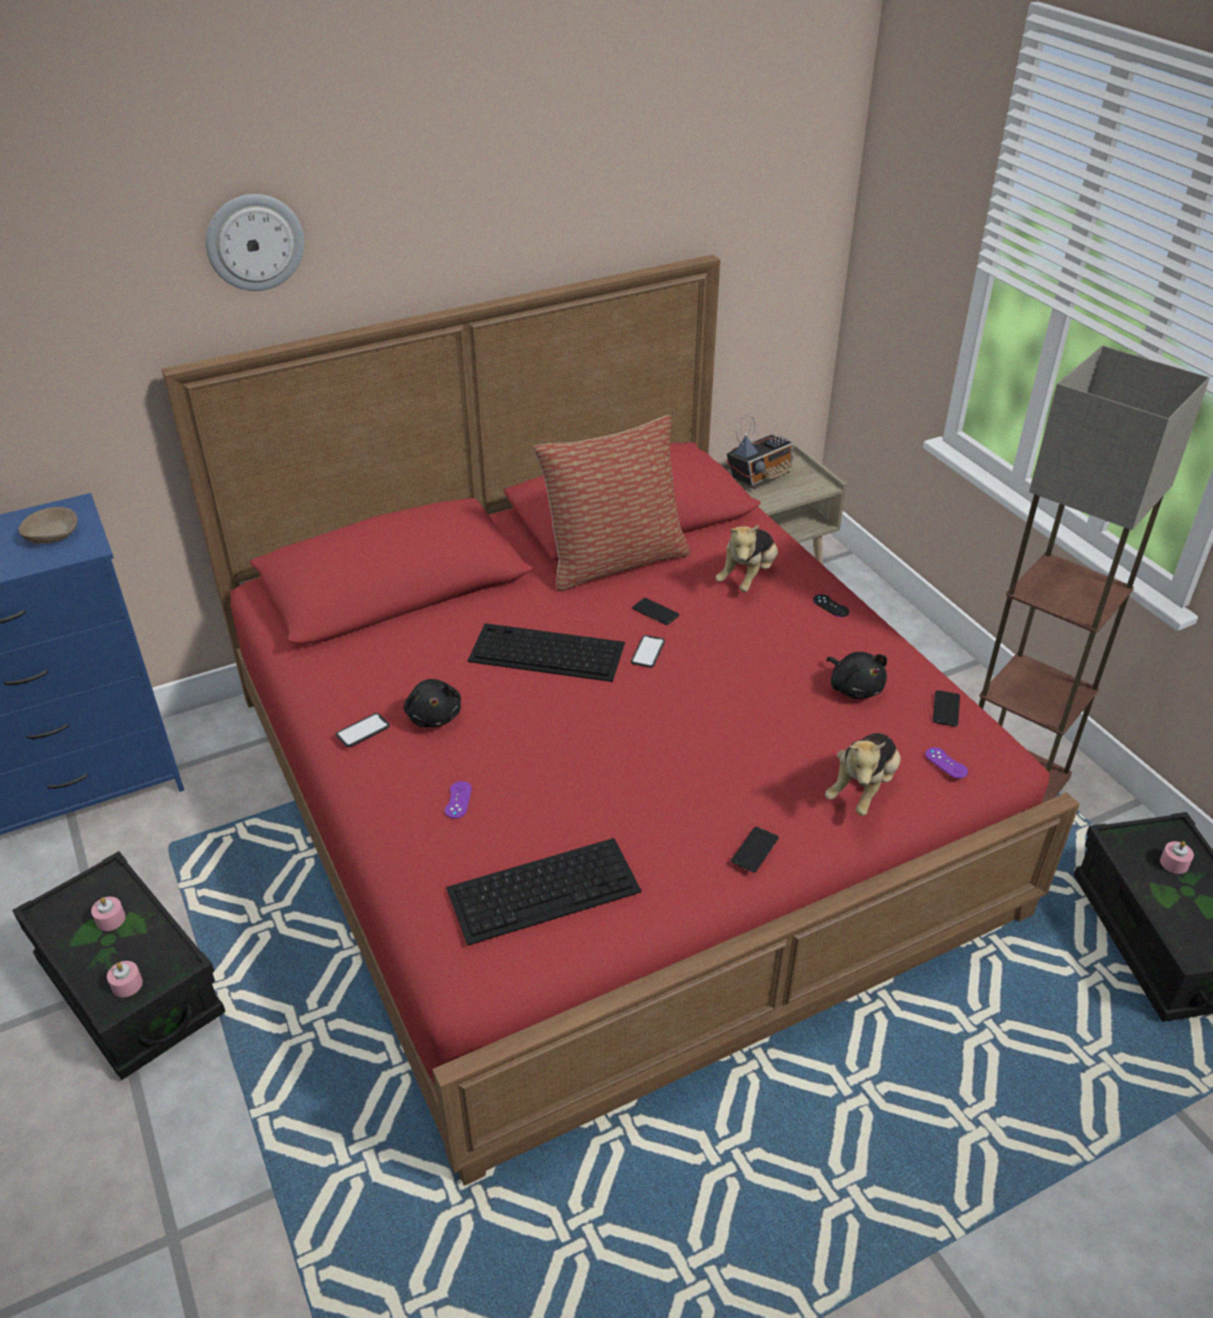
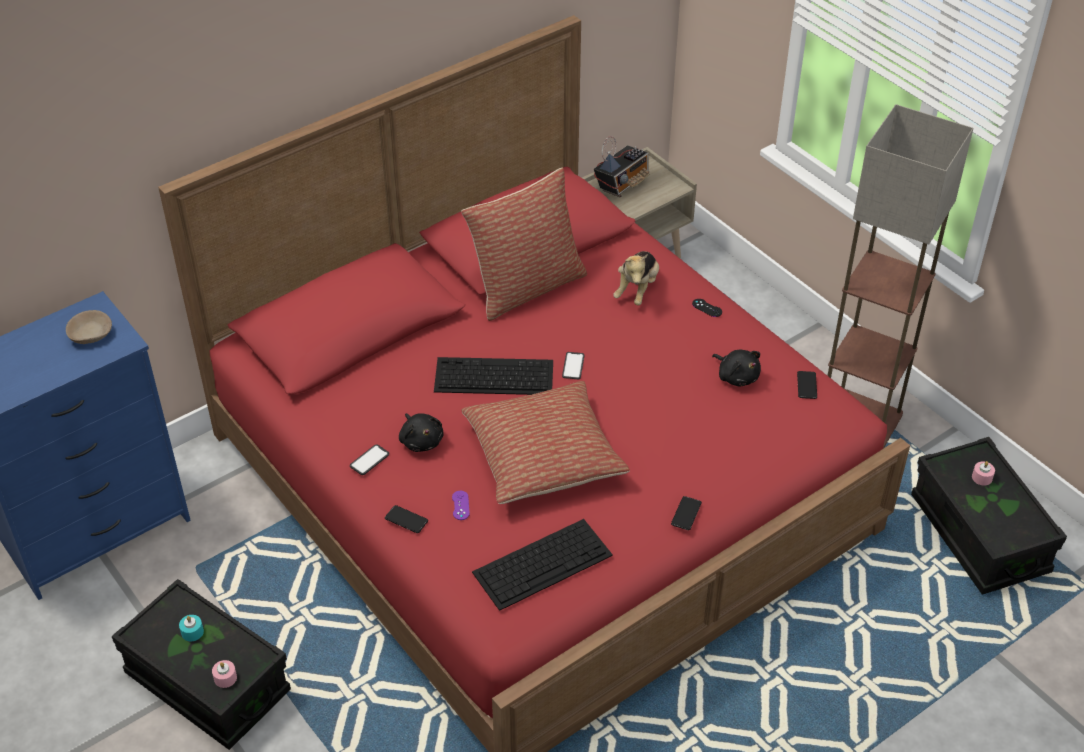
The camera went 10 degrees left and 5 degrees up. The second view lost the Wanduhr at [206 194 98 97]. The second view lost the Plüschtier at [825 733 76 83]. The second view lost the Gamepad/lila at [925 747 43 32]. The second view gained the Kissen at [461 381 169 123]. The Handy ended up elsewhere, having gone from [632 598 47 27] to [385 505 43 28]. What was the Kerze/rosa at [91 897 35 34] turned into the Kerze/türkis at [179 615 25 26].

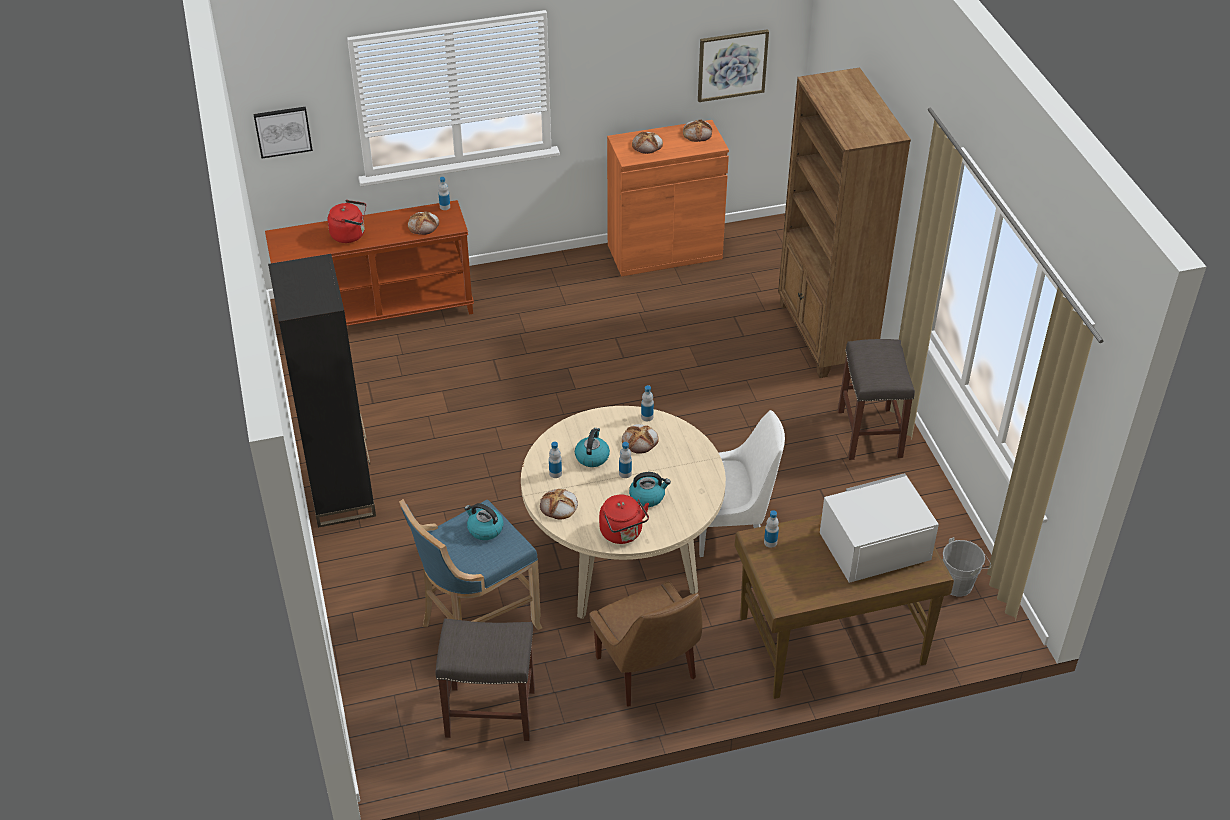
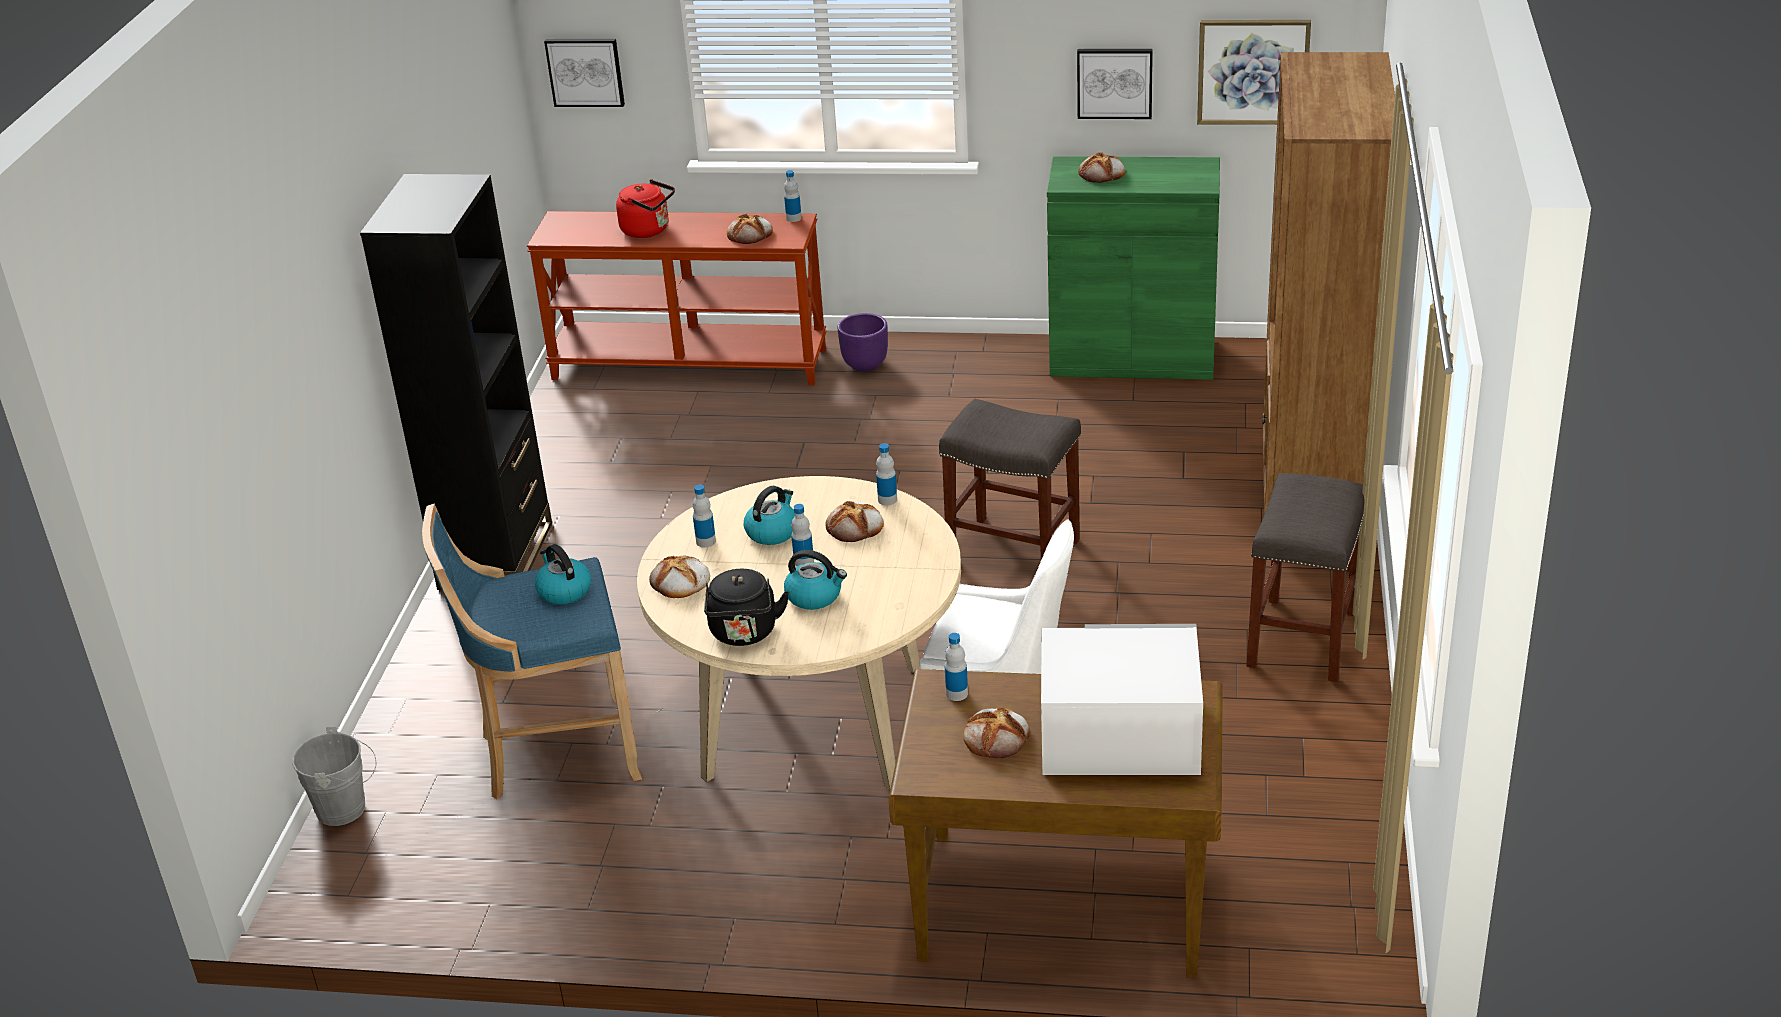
The camera went 25 degrees right and 10 degrees down. The second view lost the Stuhl/braun at [590 581 113 126]. The second view gained the Pflanzkübel/lila at [838 313 50 59]. The second view gained the Bild at [1077 49 76 70]. The Hocker/grau ended up elsewhere, having gone from [435 619 100 122] to [939 399 142 161]. The Brot ended up elsewhere, having gone from [683 120 29 22] to [963 708 67 50]. The Eimer/grau ended up elsewhere, having gone from [943 537 48 60] to [292 726 84 100]. What was the Wasserkessel/rot at [599 495 50 49] turned into the Wasserkessel/schwarz at [704 569 85 77]. What was the Schrank/orange at [607 120 122 156] turned into the Schrank/grün at [1047 156 173 224].

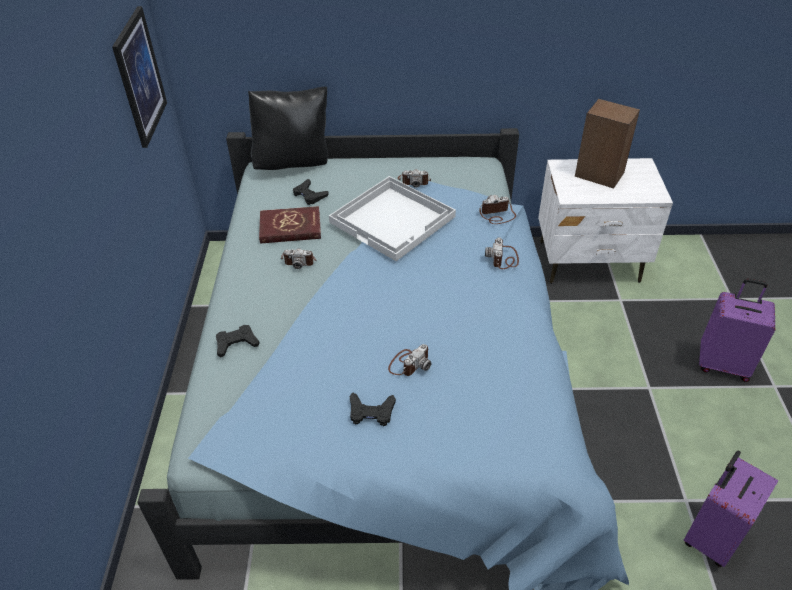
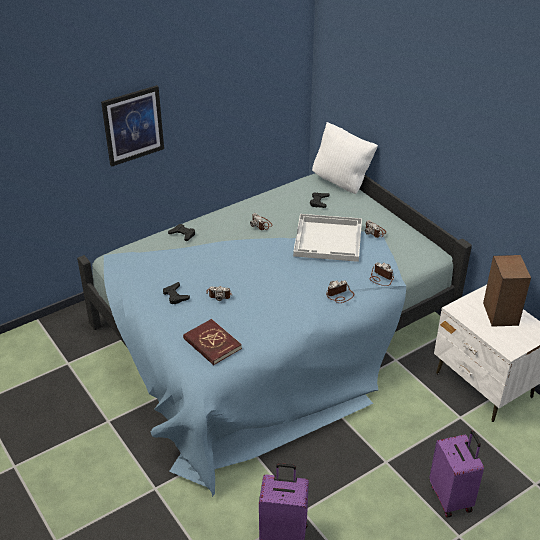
The camera went 55 degrees right and 5 degrees down. The Bild ended up elsewhere, having gone from [112 6 55 142] to [101 85 63 82]. The Buch/rot ended up elsewhere, having gone from [259 206 62 38] to [183 319 59 46]. What was the Kissen/schwarz at [248 87 80 83] turned into the Kissen/weiß at [312 122 66 72].

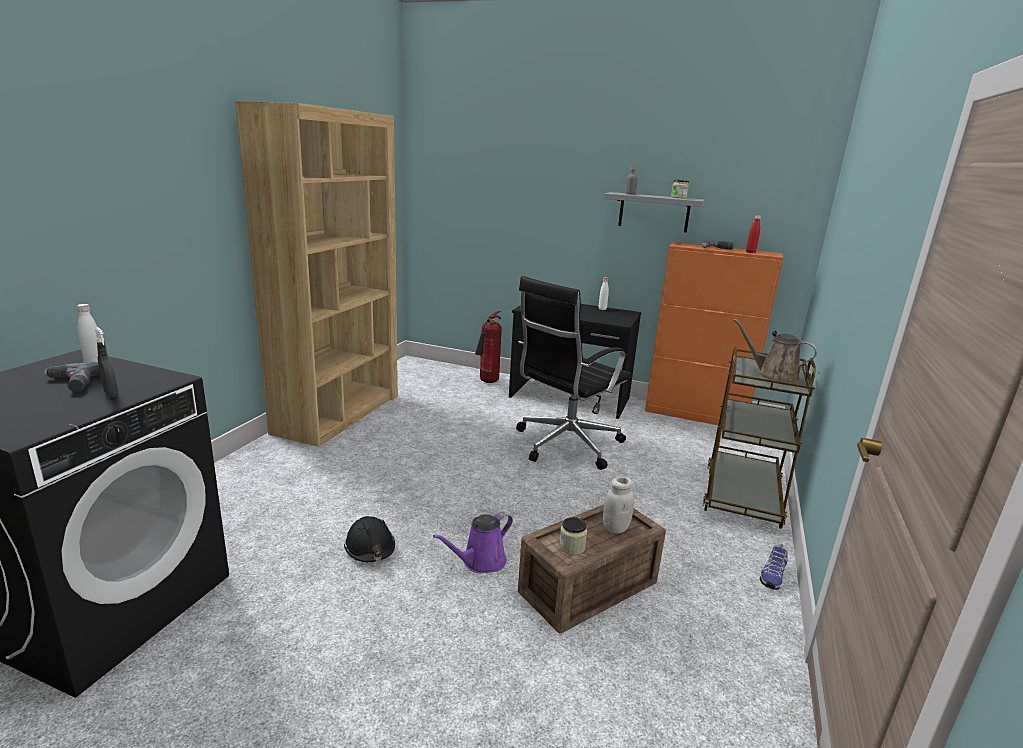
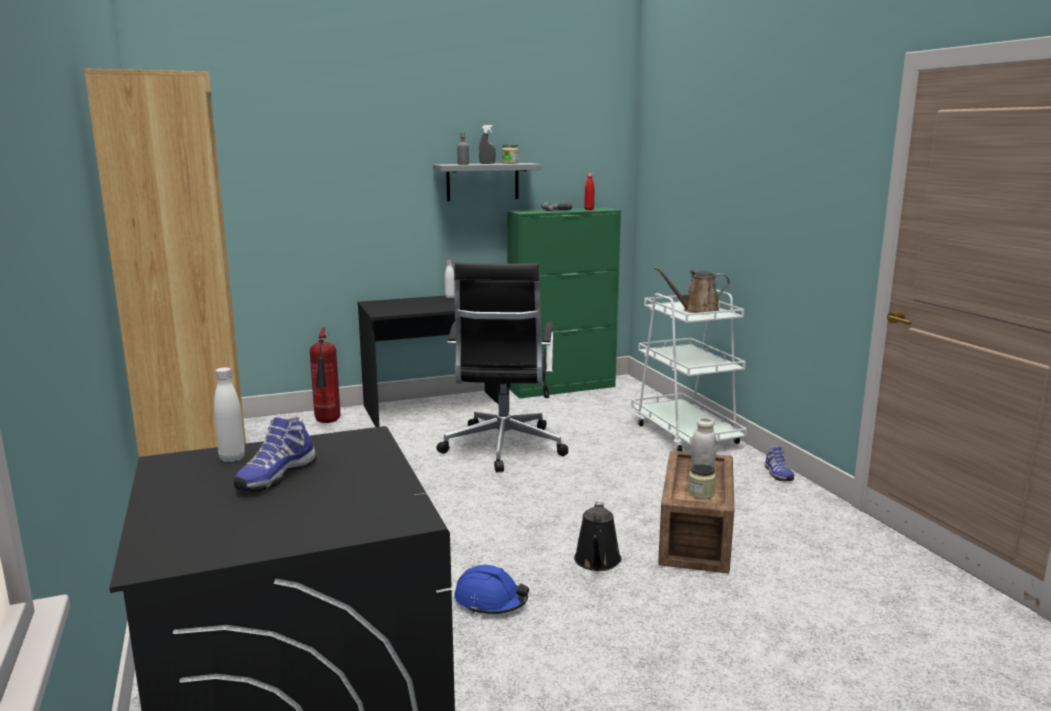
The camera went 40 degrees left and 5 degrees down. The Sprühflasche/grau ended up elsewhere, having gone from [95 327 24 70] to [479 125 17 39]. Where the Bohrmaschine stood at [44 362 56 30], the Schuh came to stand at [234 417 83 75]. What was the Schutzhelm/schwarz at [344 516 51 46] turned into the Schutzhelm/blau at [454 565 75 49]. What was the Gießkanne/lila at [433 512 80 61] turned into the Gießkanne/schwarz at [574 502 47 69]. What was the Schrank/orange at [645 242 138 183] turned into the Schrank/grün at [507 207 114 192]. What was the Rollwagen/braun at [703 347 113 182] turned into the Rollwagen/weiß at [631 289 116 162].

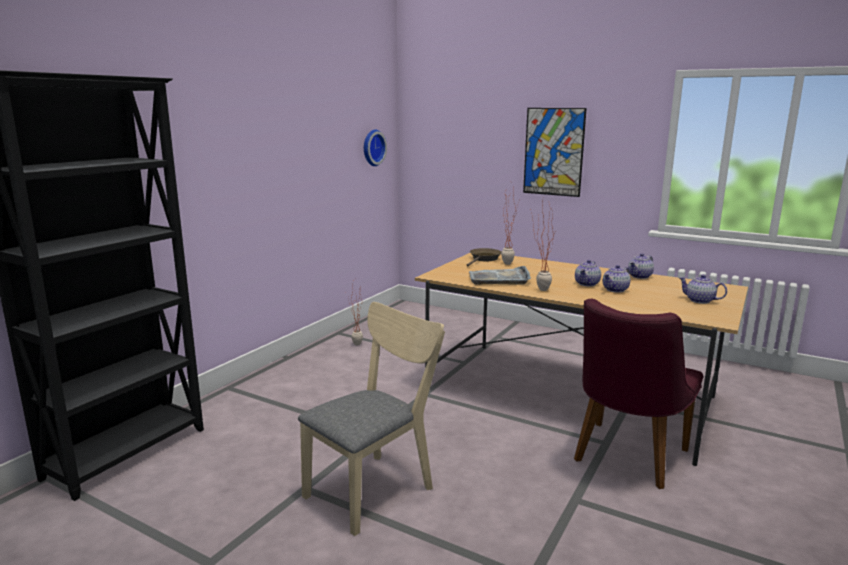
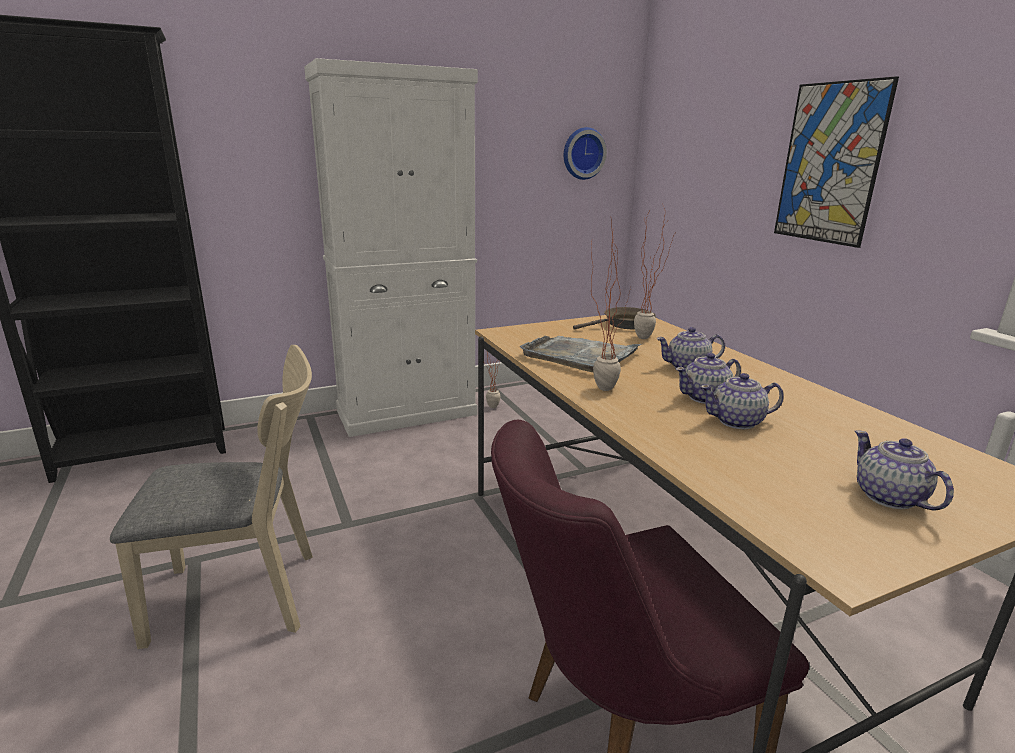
The camera went 35 degrees right and 5 degrees up. The second view gained the Schrank/weiß at [304 58 174 379]. The Teekanne ended up elsewhere, having gone from [628 253 26 26] to [656 327 69 42].

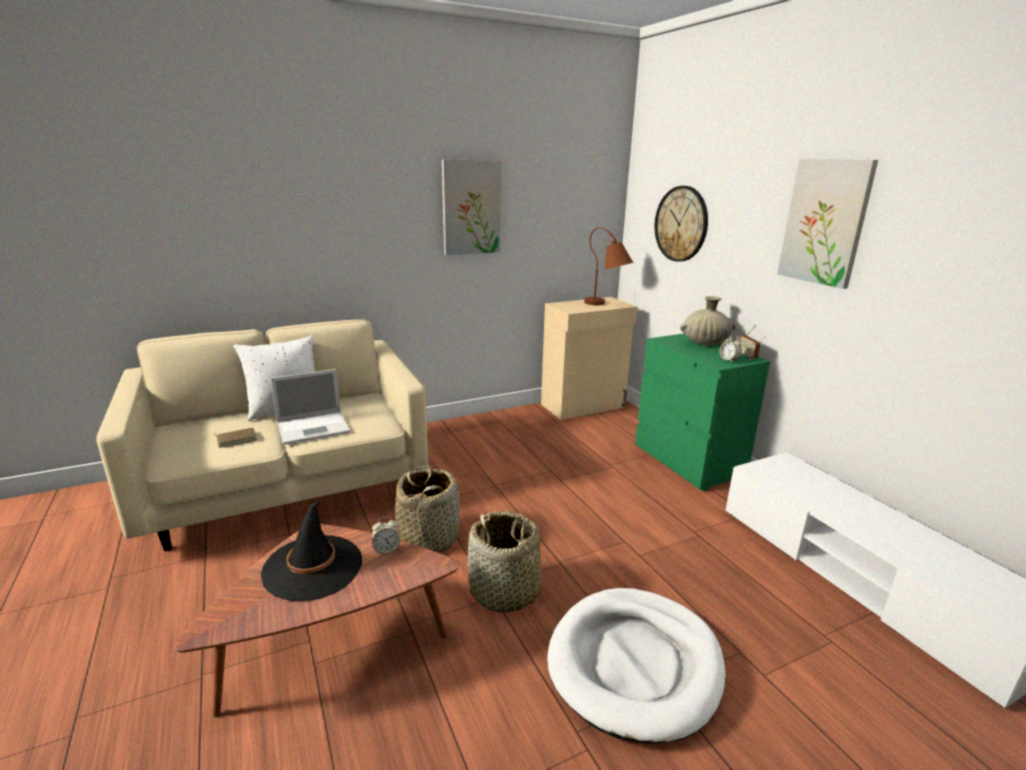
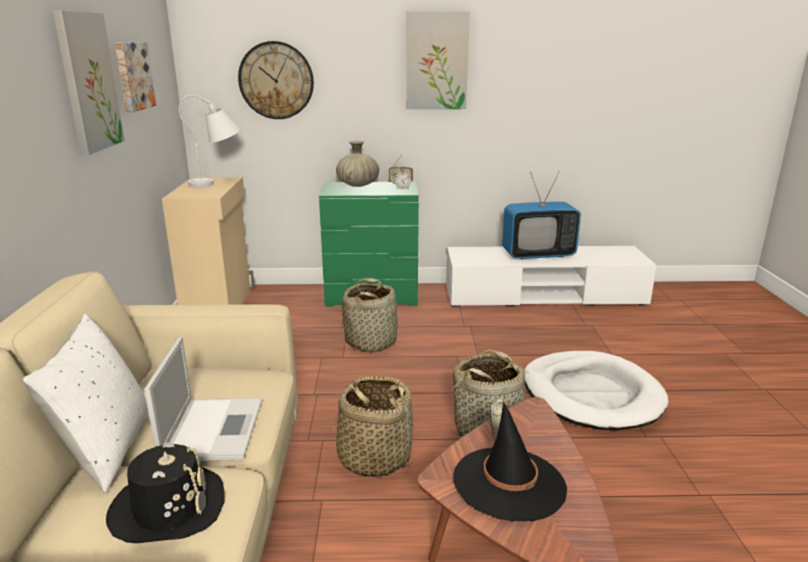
The camera went 65 degrees left and 0 degrees up. The second view gained the Bild at [115 42 41 70]. The second view gained the Korb at [342 278 56 74]. The second view gained the Fernseher at [502 171 79 88]. Where the Buch/braun stood at [214 428 43 20], the Hut/schwarz came to stand at [106 442 119 101]. What was the Tischlampe/braun at [584 227 49 78] turned into the Tischlampe/weiß at [179 95 61 93].

